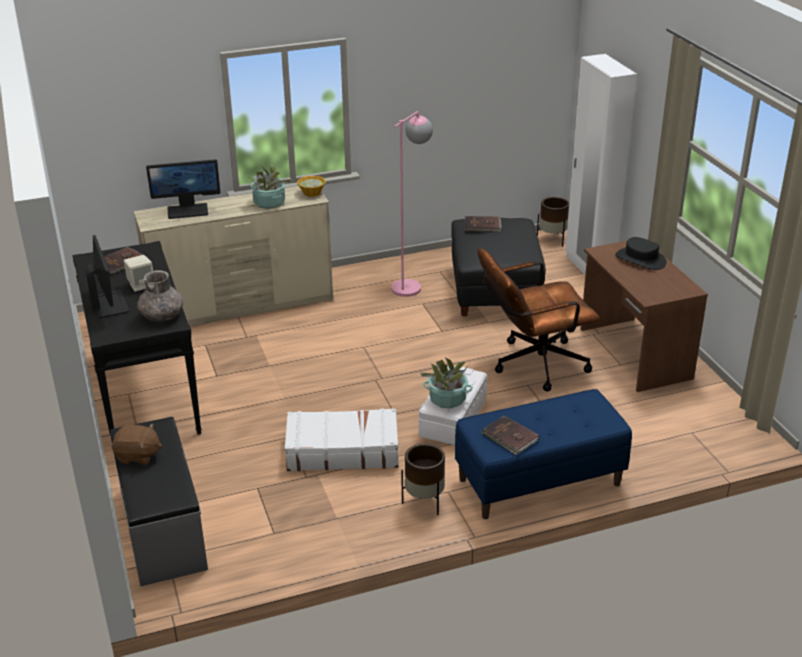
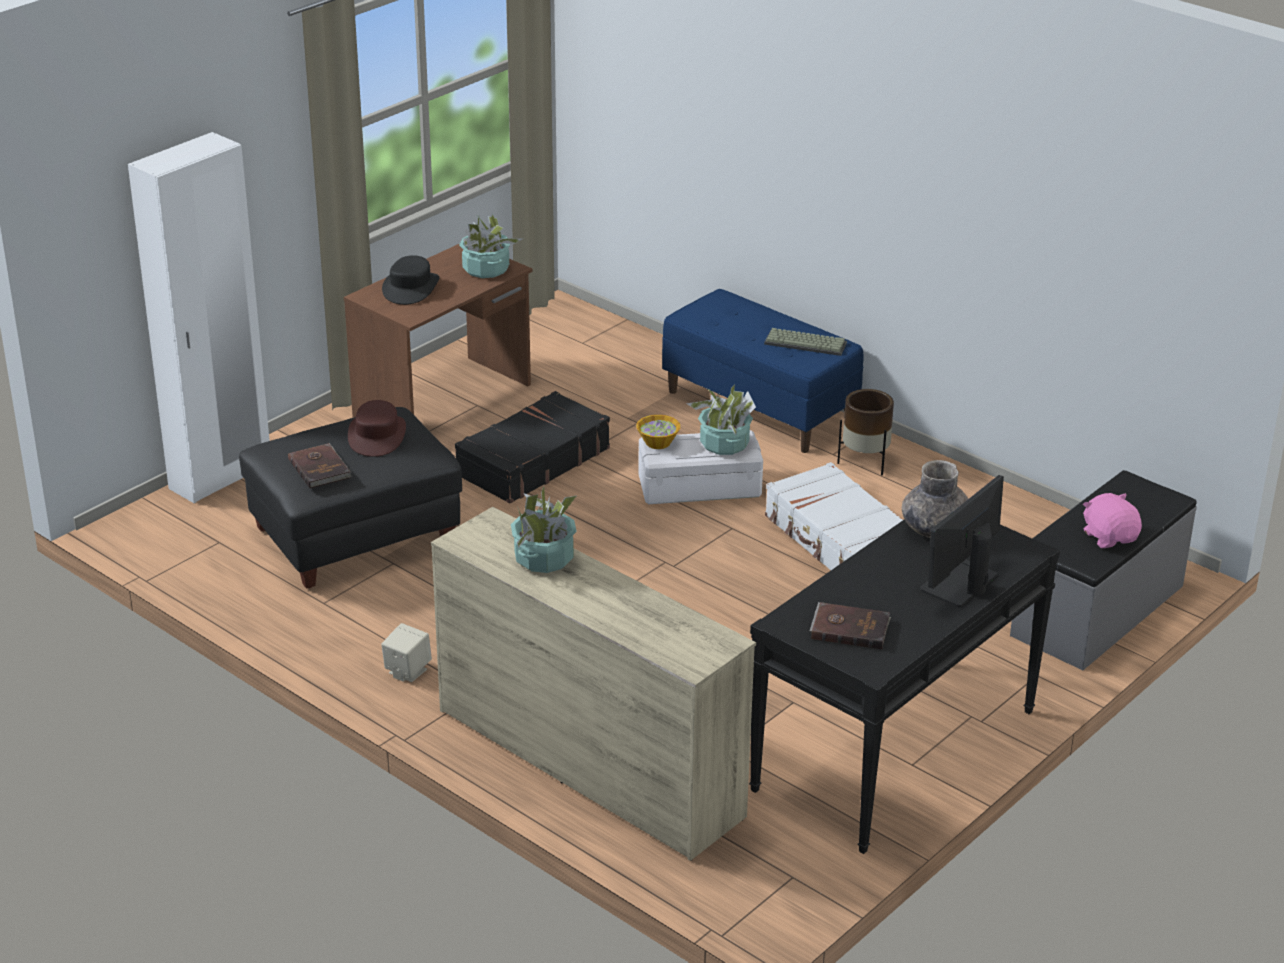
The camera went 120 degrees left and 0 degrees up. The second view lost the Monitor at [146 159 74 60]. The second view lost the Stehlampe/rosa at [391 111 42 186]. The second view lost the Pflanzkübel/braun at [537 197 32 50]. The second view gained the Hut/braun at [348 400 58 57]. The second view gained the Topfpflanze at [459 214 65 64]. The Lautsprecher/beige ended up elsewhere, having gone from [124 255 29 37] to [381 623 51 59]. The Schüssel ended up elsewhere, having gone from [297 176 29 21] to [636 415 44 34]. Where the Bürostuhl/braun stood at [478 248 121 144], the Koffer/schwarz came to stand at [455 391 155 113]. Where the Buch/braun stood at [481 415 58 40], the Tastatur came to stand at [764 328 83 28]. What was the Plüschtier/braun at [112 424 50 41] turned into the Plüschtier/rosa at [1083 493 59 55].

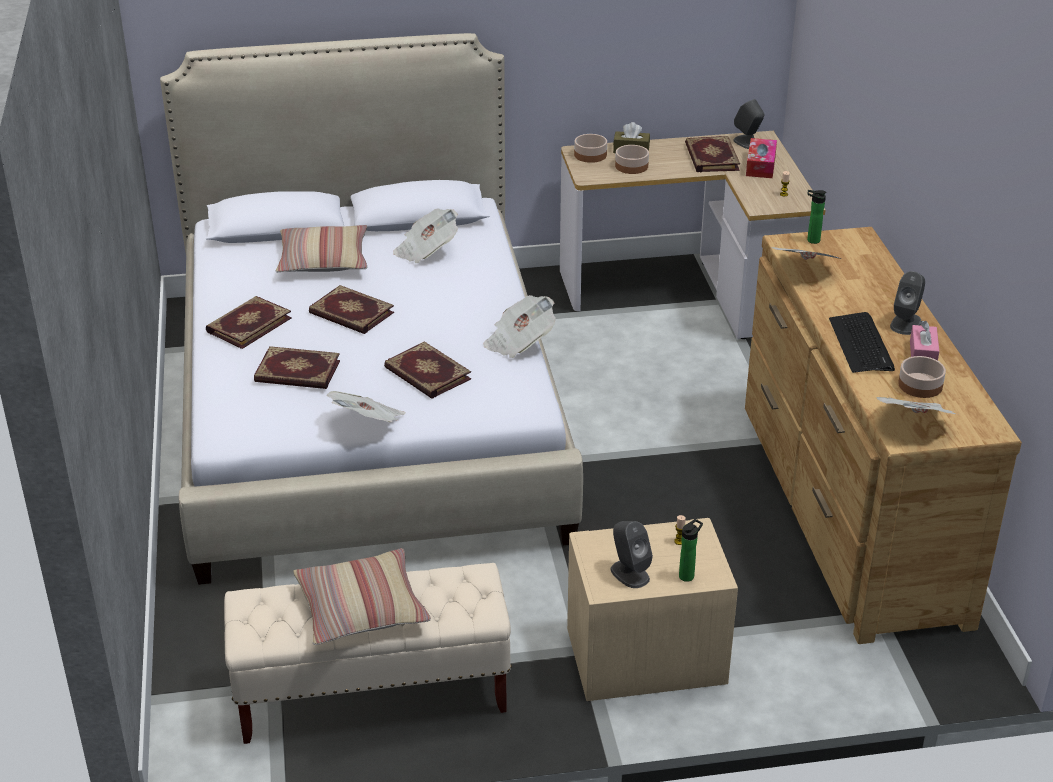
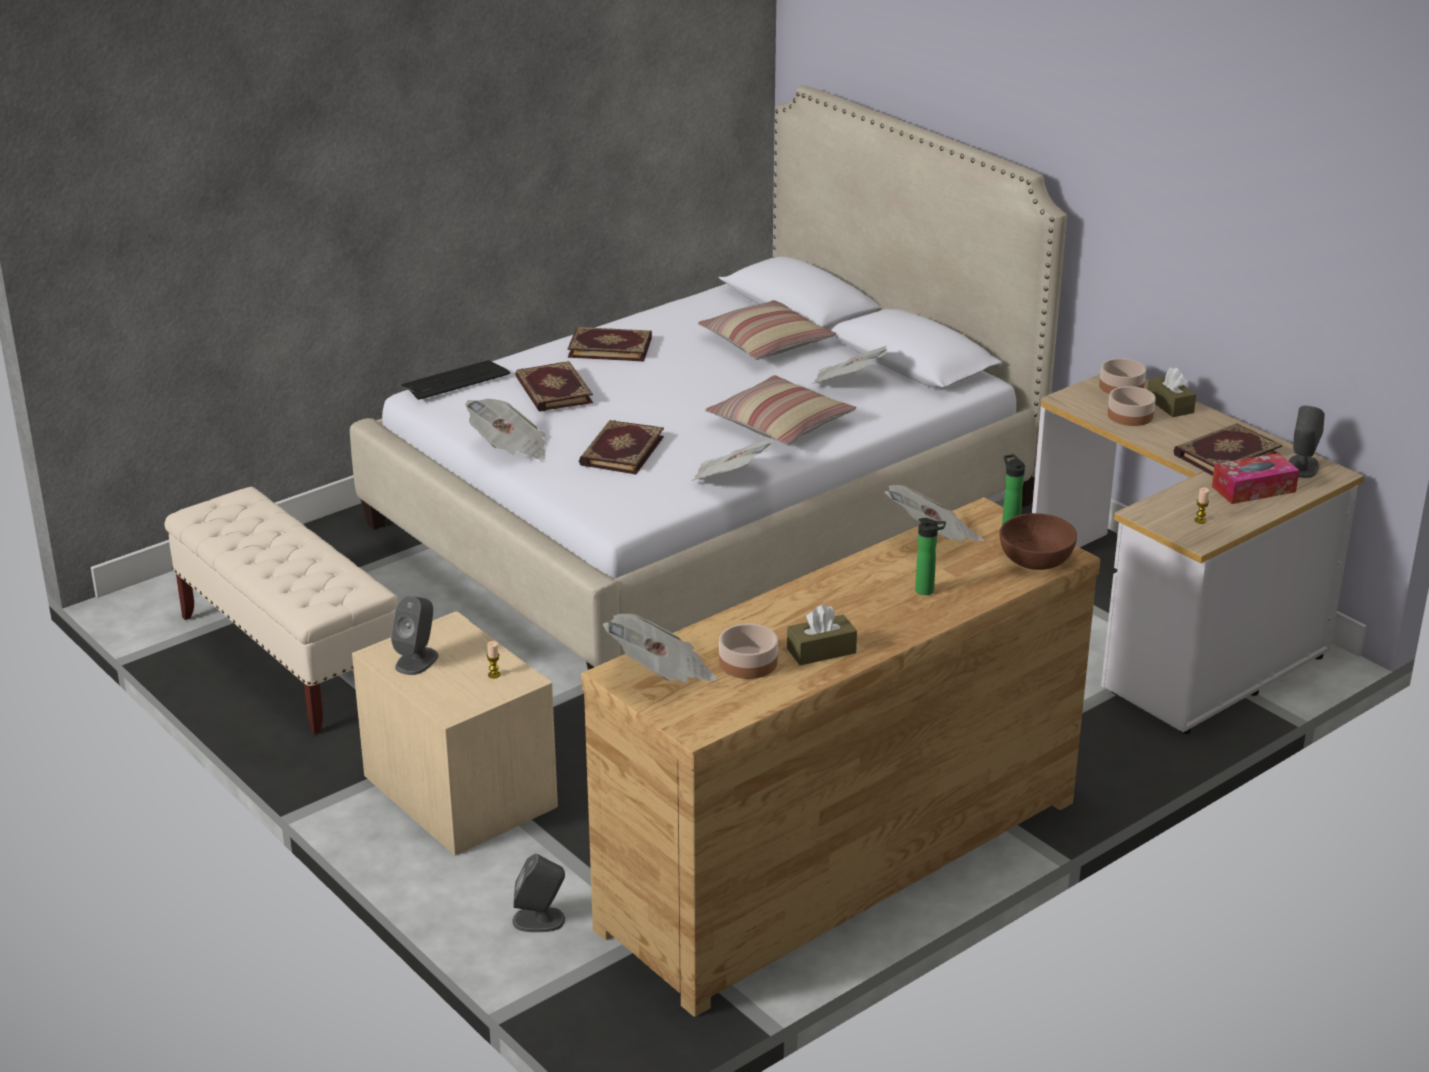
The camera went 60 degrees right and 5 degrees down. The second view lost the Buch at [309 285 85 49]. The second view gained the Schüssel/braun at [999 513 78 57]. The Kissen ended up elsewhere, having gone from [293 548 138 97] to [705 375 151 71]. The Flasche ended up elsewhere, having gone from [679 519 24 63] to [915 518 31 77]. The Tastatur ended up elsewhere, having gone from [829 312 66 61] to [401 360 109 40]. The Lautsprecher/grau ended up elsewhere, having gone from [890 271 35 64] to [512 854 53 78]. What was the Taschentuchbox/rosa at [910 321 29 40] turned into the Taschentuchbox/braun at [787 604 70 61].

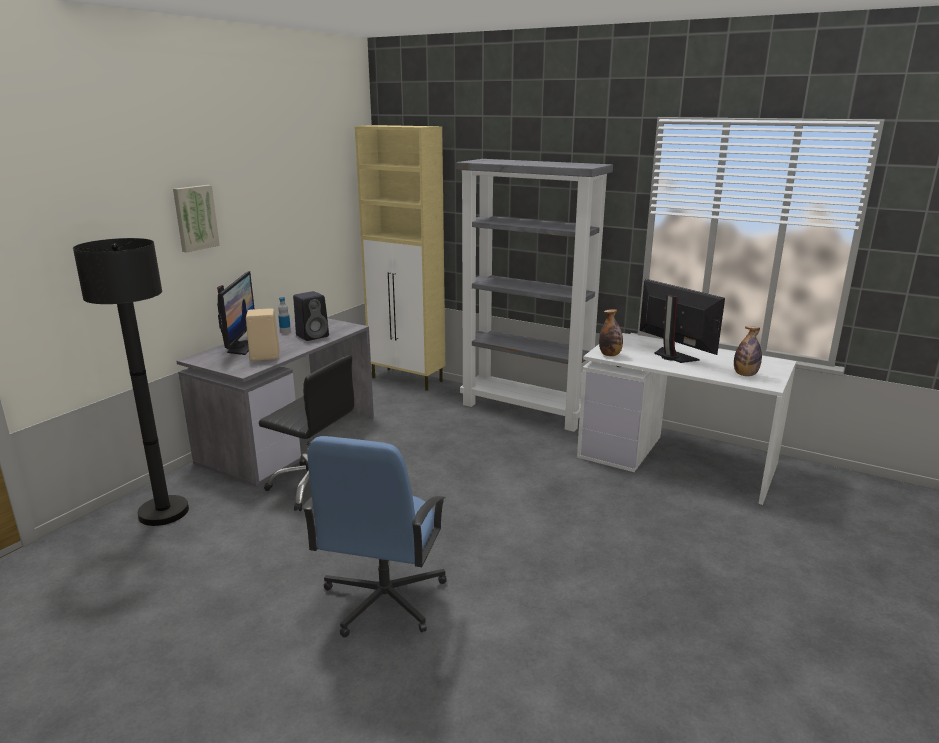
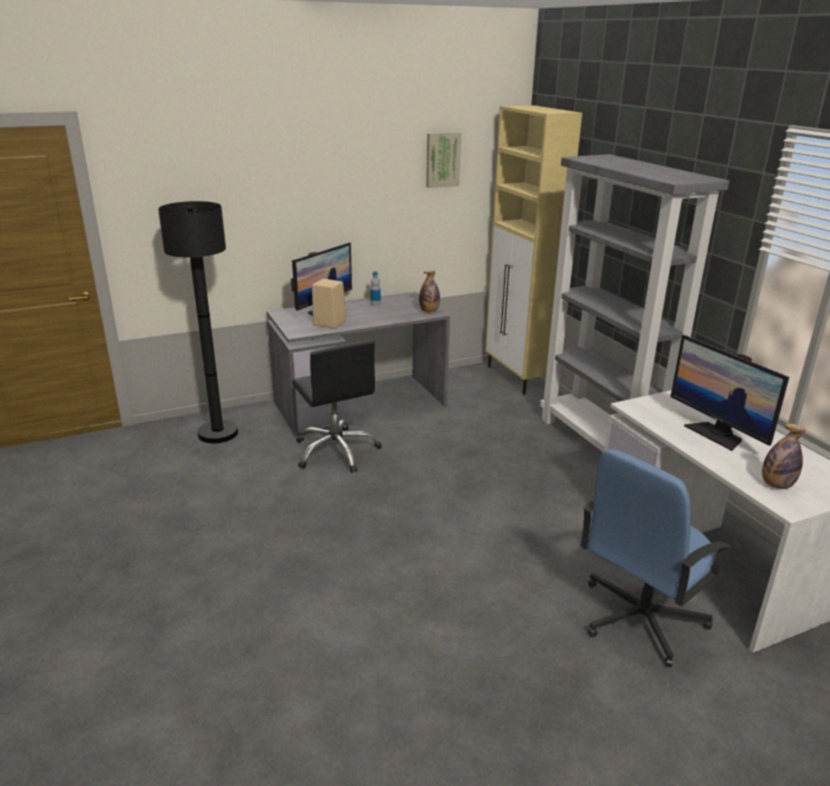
The camera went 35 degrees right and 5 degrees up. The second view lost the Lautsprecher/schwarz at [293 291 36 50]. The Bild ended up elsewhere, having gone from [173 185 47 68] to [426 132 35 56]. The Bürostuhl/blau ended up elsewhere, having gone from [302 436 145 202] to [580 449 153 218]. The Flasche ended up elsewhere, having gone from [599 309 24 47] to [419 271 21 41]. The Monitor at [640 279 85 84] ended up facing another way, 150 degrees clockwise from before.

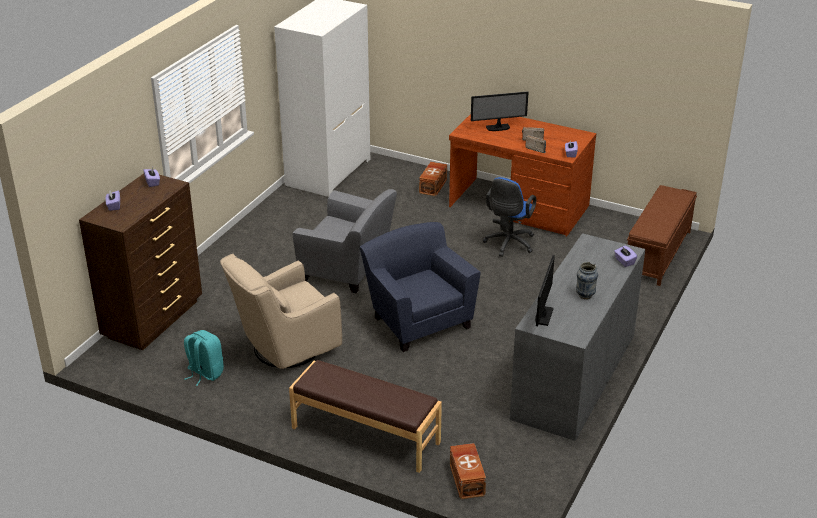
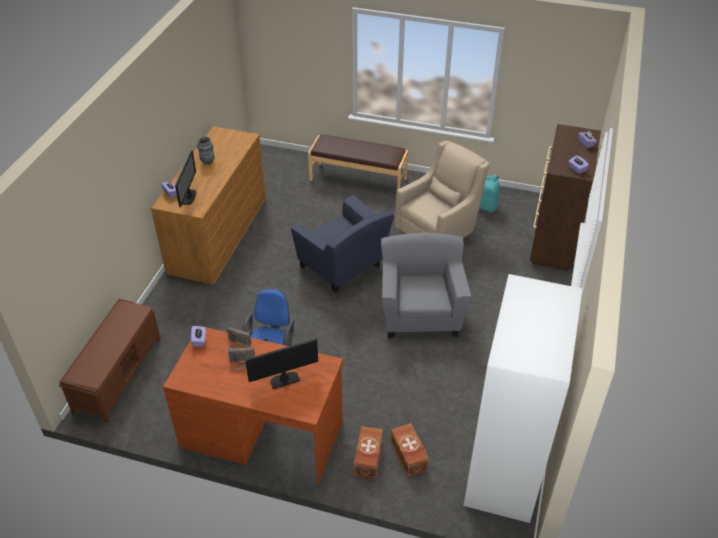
The camera went 170 degrees right and 10 degrees up. The Aufbewahrungsbox/braun ended up elsewhere, having gone from [450 443 36 56] to [391 423 38 54]. The Monitor ended up elsewhere, having gone from [535 255 20 71] to [175 150 21 57]. What was the Kommode/grau at [510 233 135 208] turned into the Kommode/braun at [151 126 115 159]. The Sessel/grau at [292 189 105 104] ended up facing another way, 75 degrees clockwise from before.

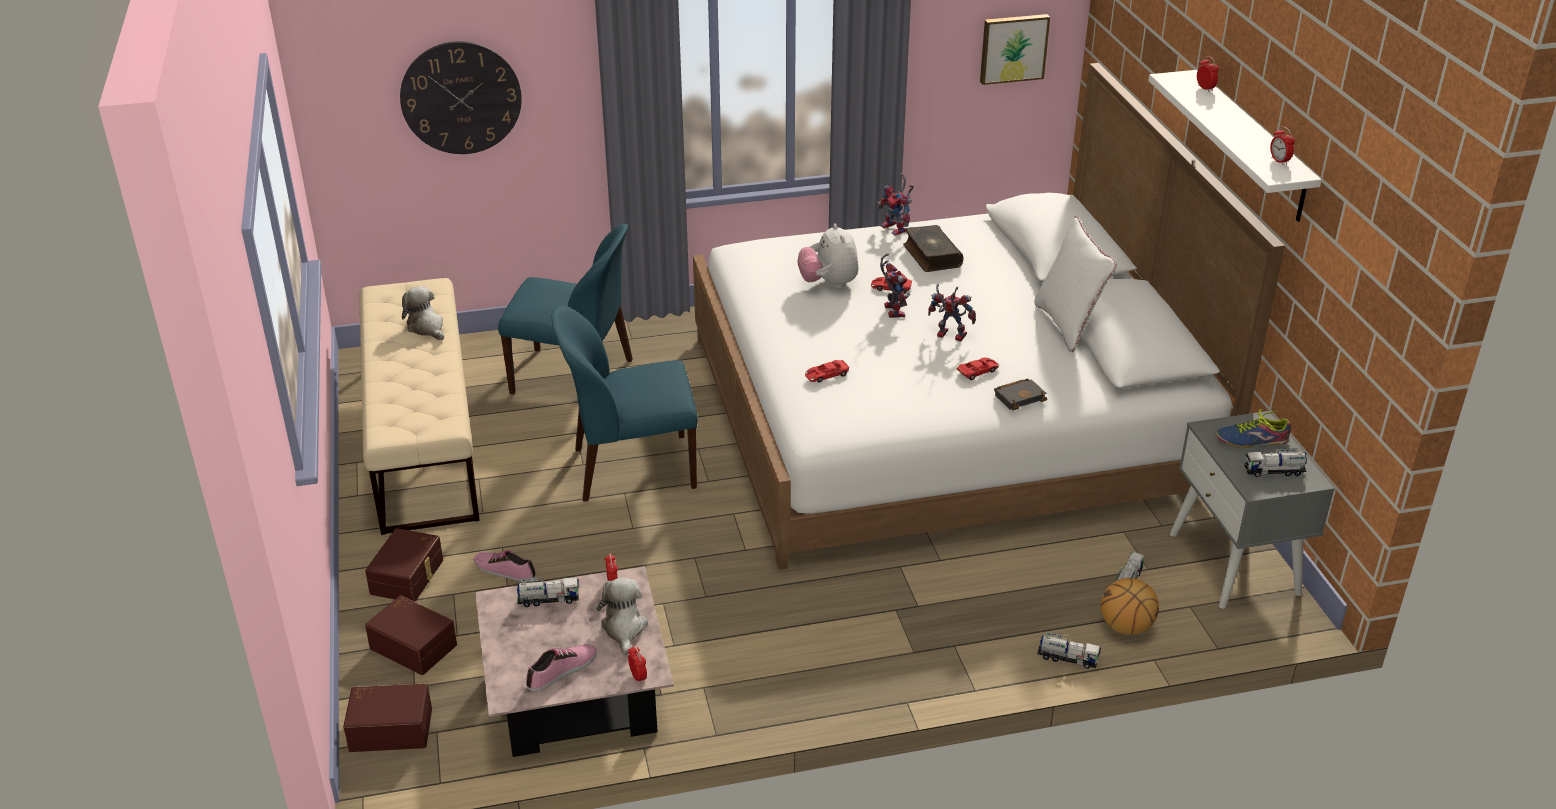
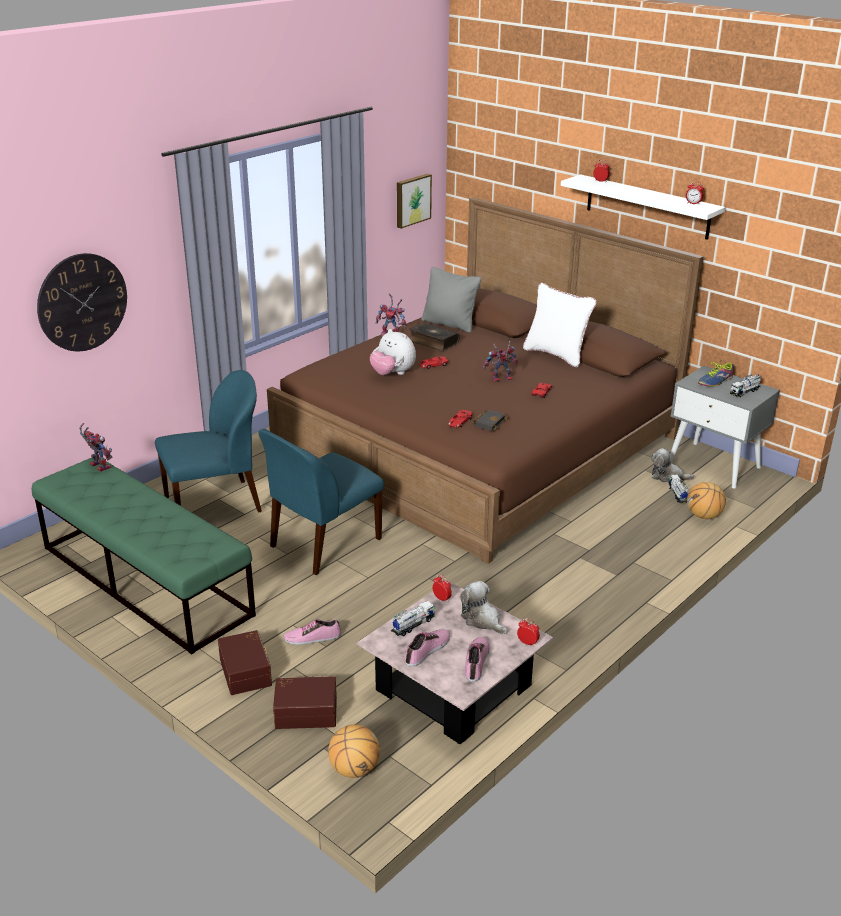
The camera went 35 degrees left and 5 degrees down. The second view lost the Spielzeuglaster at [1037 632 64 37]. The second view gained the Schuh at [404 629 46 38]. The second view gained the Kissen/grau at [421 267 60 66]. The Plüschtier ended up elsewhere, having gone from [402 286 42 54] to [651 448 43 35]. The Spielzeugroboter ended up elsewhere, having gone from [880 253 30 65] to [79 423 33 49]. The Buch/schwarz ended up elsewhere, having gone from [994 378 53 32] to [472 409 36 22]. Where the Aufbewahrungsbox/braun stood at [343 683 89 69], the Basketball came to stand at [328 725 52 53]. What was the Bank/beige at [359 278 121 257] turned into the Bank/grün at [32 457 224 198]. What was the Bett/weiß at [693 63 592 507] turned into the Bett/braun at [267 197 437 367].

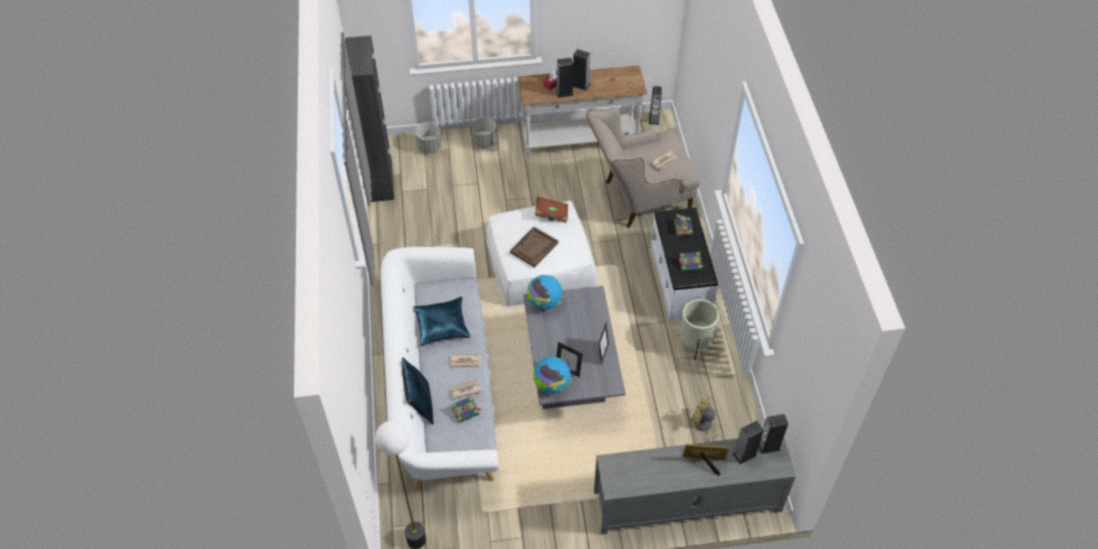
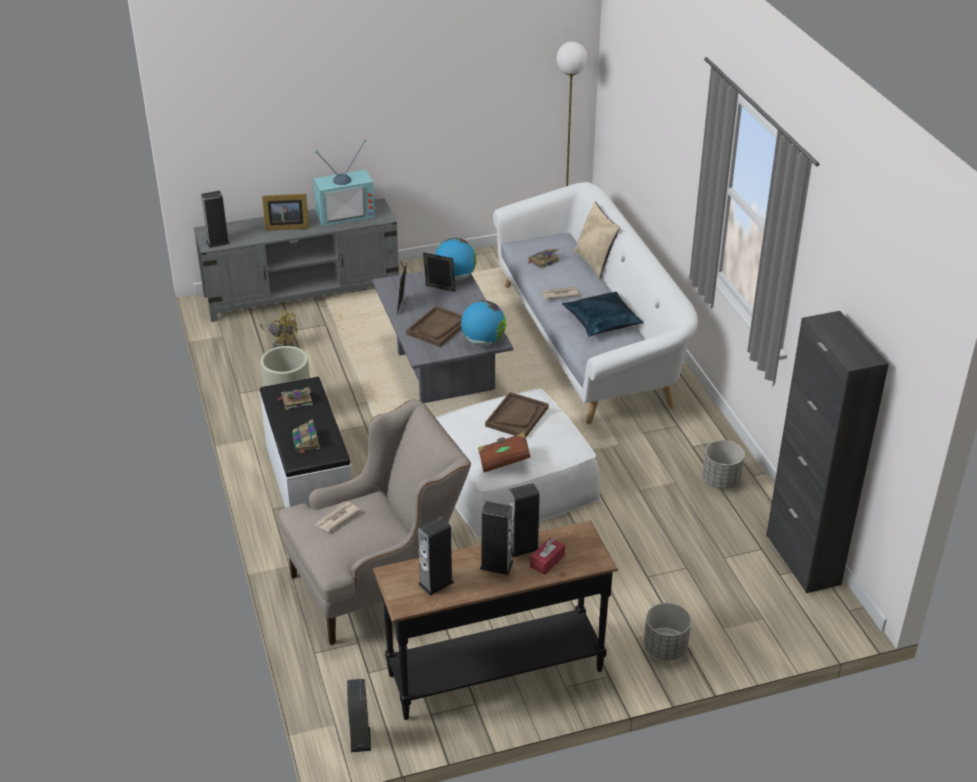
The camera went 170 degrees right and 15 degrees down. The second view lost the Zeitung at [449 379 33 20]. The second view gained the Fernseher at [313 139 62 88]. The second view gained the Tablett/braun at [406 306 57 41]. The Pflanzkübel/grau ended up elsewhere, having gone from [415 122 26 32] to [703 440 42 49]. The Lautsprecher ended up elsewhere, having gone from [732 421 32 43] to [418 517 37 79]. What was the Kissen/blau at [402 357 31 68] turned into the Kissen/beige at [574 202 46 77]. What was the Konsolentisch/weiß at [517 65 130 94] turned into the Konsolentisch/schwarz at [373 520 245 200].

